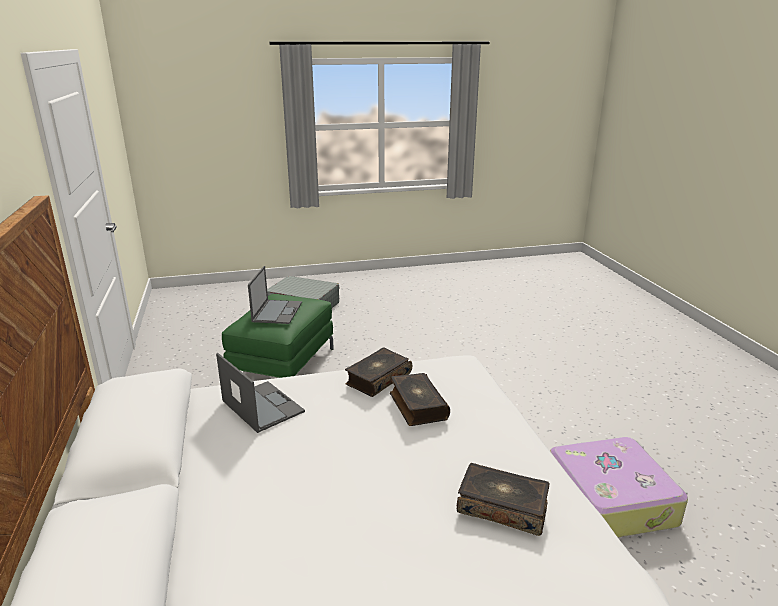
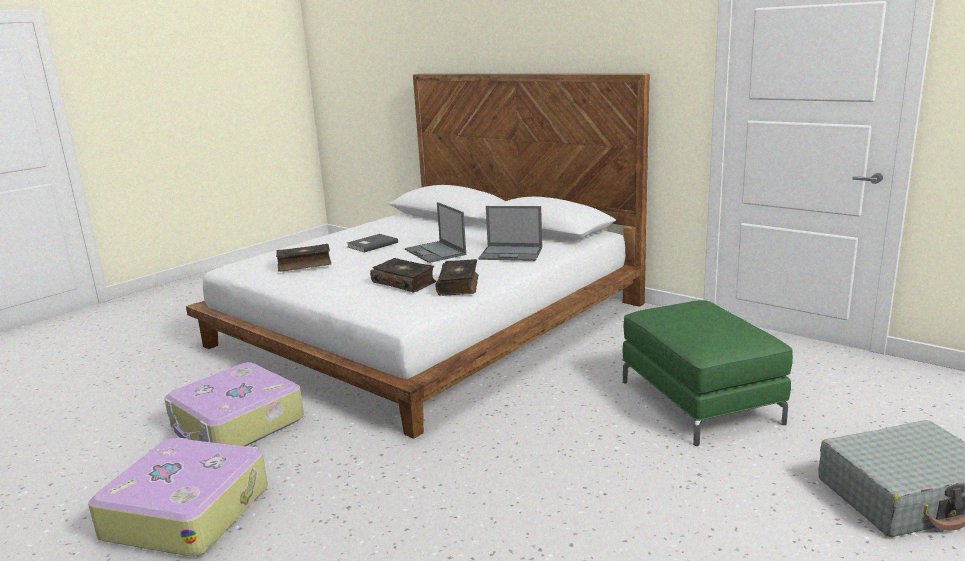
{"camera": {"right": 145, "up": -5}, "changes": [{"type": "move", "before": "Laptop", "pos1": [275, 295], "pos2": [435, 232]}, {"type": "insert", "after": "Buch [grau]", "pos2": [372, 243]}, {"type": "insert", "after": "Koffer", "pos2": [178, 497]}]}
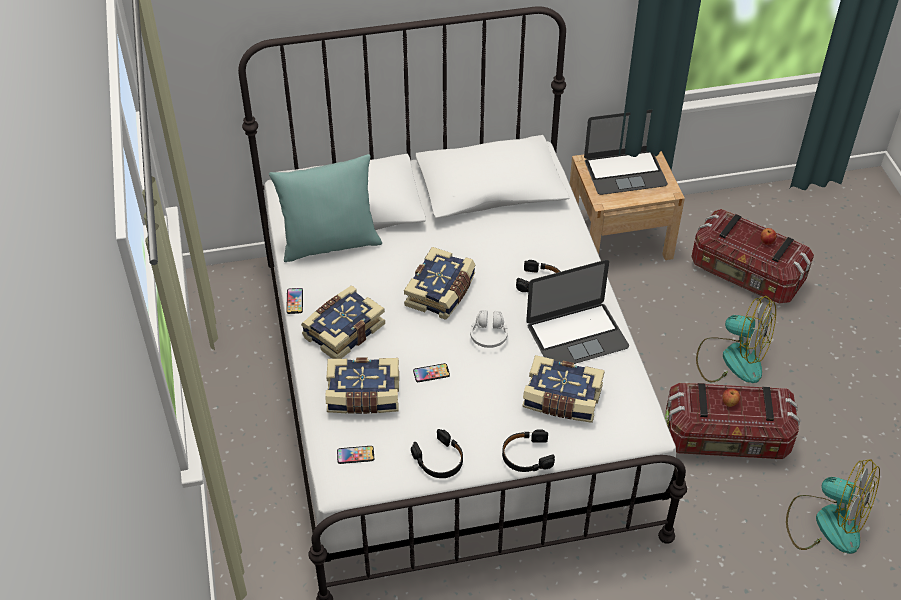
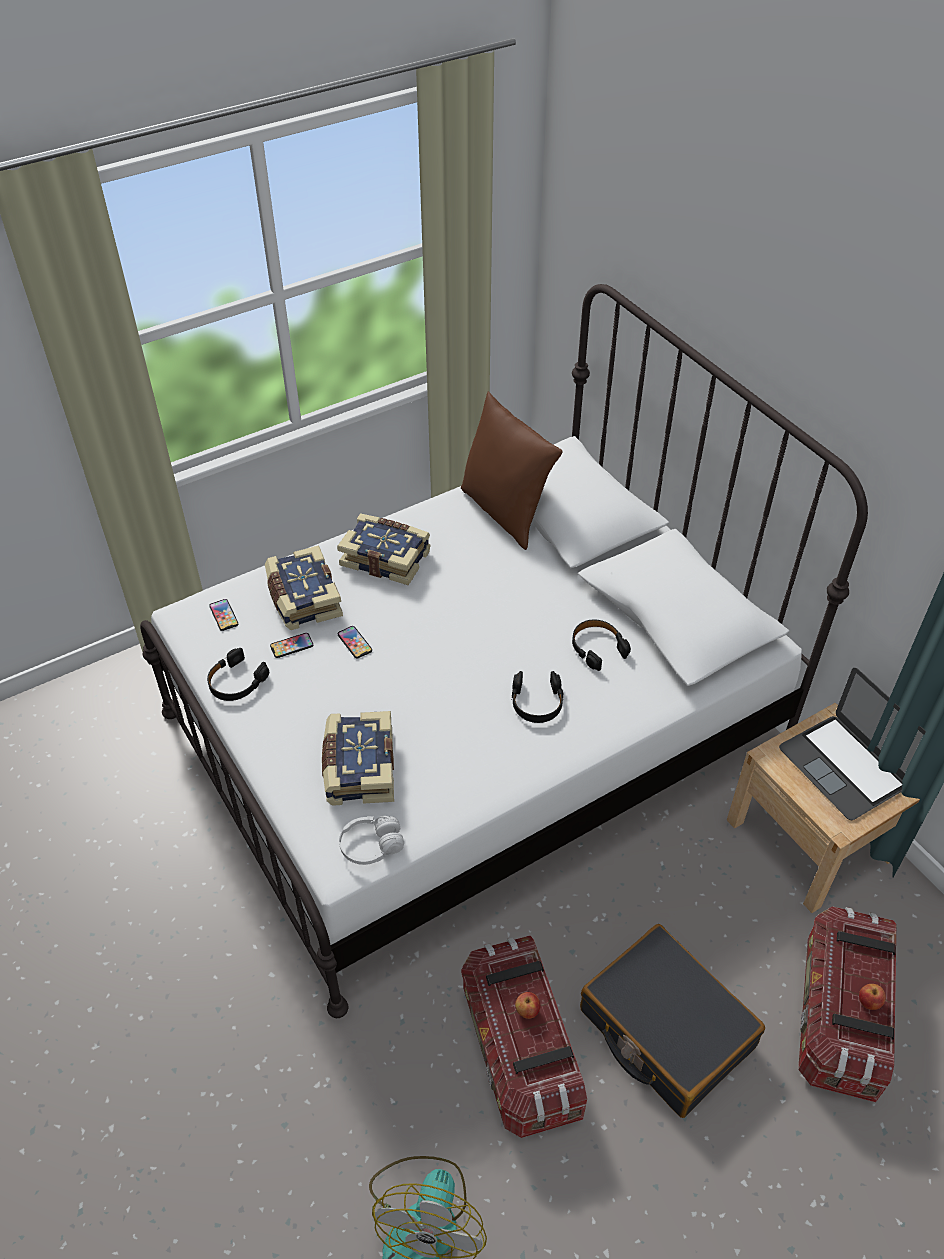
{"camera": {"right": 70, "up": 0}, "changes": [{"type": "recolor", "before": "Kissen [türkis]", "after": "Kissen [braun]", "pos1": [325, 208], "pos2": [512, 470]}, {"type": "delete", "before": "Buch", "pos1": [440, 283]}, {"type": "delete", "before": "Laptop", "pos1": [577, 312]}, {"type": "move", "before": "Handy", "pos1": [294, 301], "pos2": [291, 645]}, {"type": "replace", "before": "Ventilator", "after": "Koffer [schwarz]", "pos1": [736, 339], "pos2": [672, 1021]}, {"type": "move", "before": "Kopfhörer [weiß]", "pos1": [489, 329], "pos2": [371, 840]}, {"type": "move", "before": "Kopfhörer [schwarz]", "pos1": [528, 450], "pos2": [601, 645]}]}
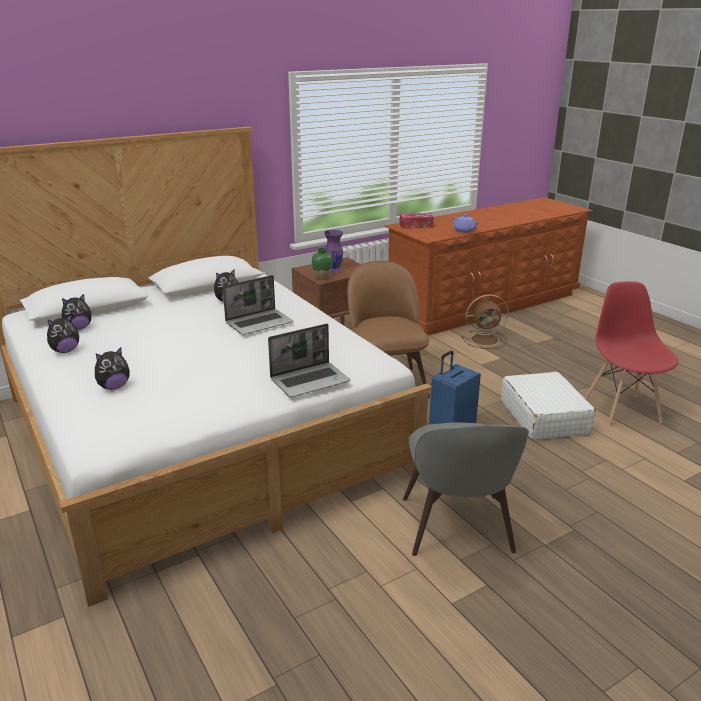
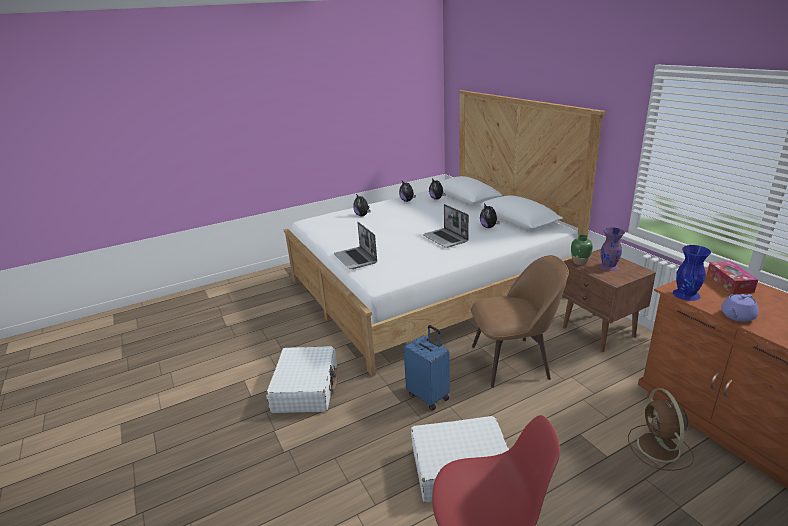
{"camera": {"right": 95, "up": 0}, "changes": [{"type": "replace", "before": "Stuhl [grau]", "after": "Koffer [weiß]", "pos1": [466, 489], "pos2": [302, 379]}, {"type": "insert", "after": "Vase [blau]", "pos2": [692, 273]}]}
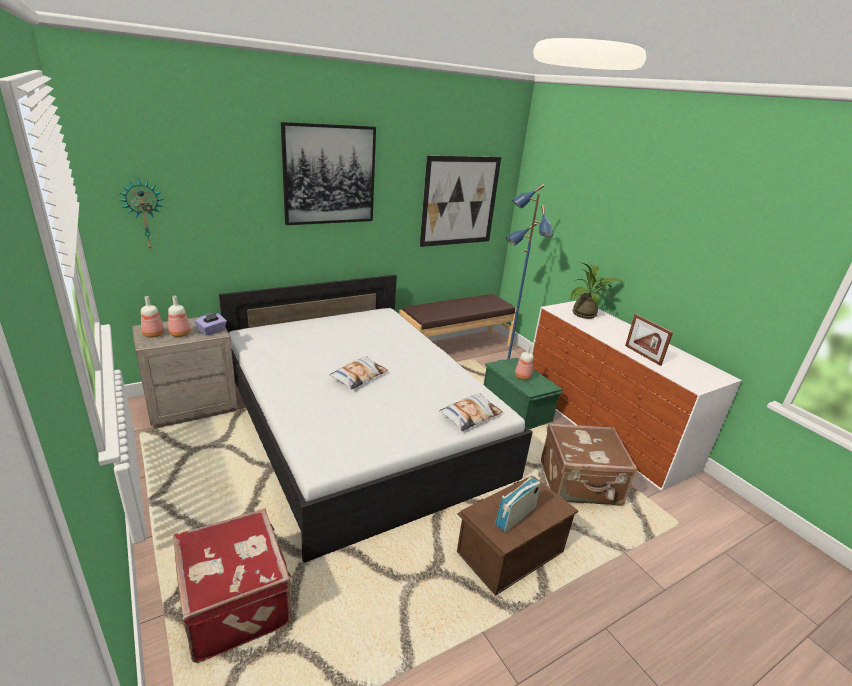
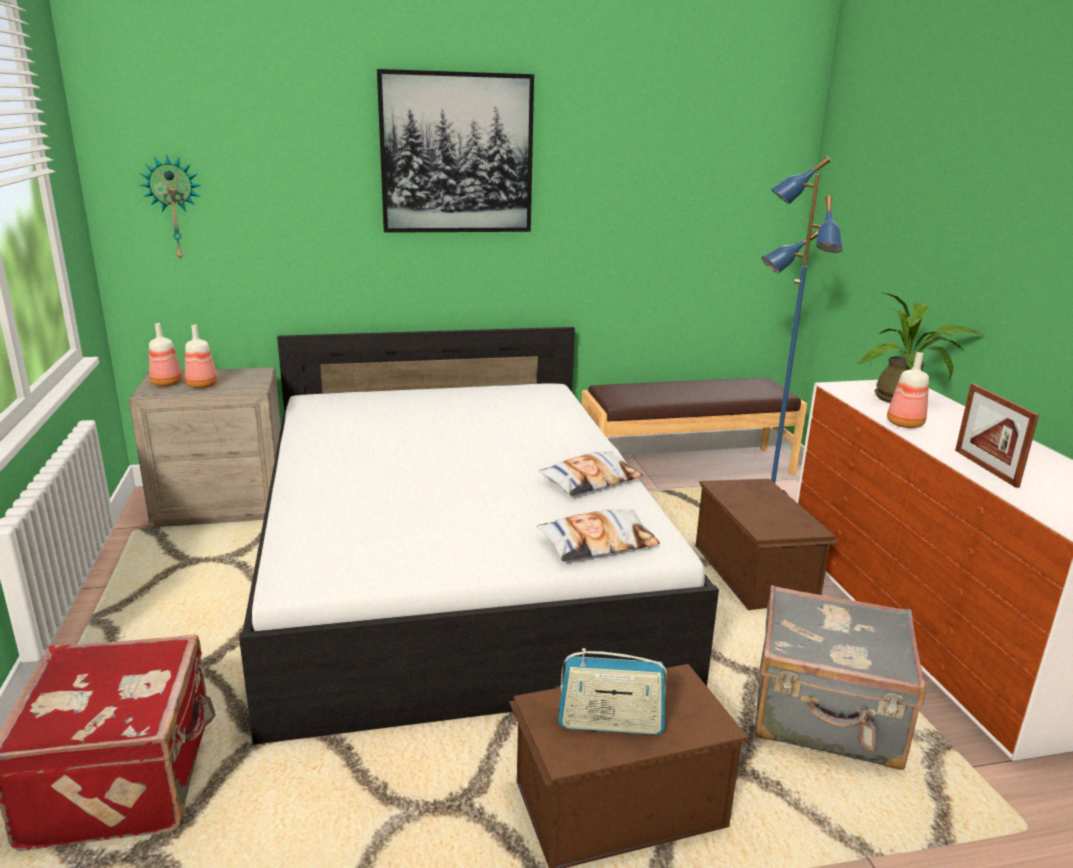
{"camera": {"right": 20, "up": -5}, "changes": [{"type": "delete", "before": "Bild", "pos1": [460, 201]}, {"type": "delete", "before": "Taschentuchbox [lila]", "pos1": [211, 324]}, {"type": "move", "before": "Flasche", "pos1": [524, 362], "pos2": [908, 390]}, {"type": "move", "before": "Kissen", "pos1": [358, 372], "pos2": [591, 474]}, {"type": "recolor", "before": "Aufbewahrungsbox [grün]", "after": "Aufbewahrungsbox [braun]", "pos1": [524, 393], "pos2": [767, 544]}, {"type": "recolor", "before": "Koffer [braun]", "after": "Koffer [grau]", "pos1": [589, 464], "pos2": [840, 677]}, {"type": "rotate", "before": "Radio", "pos1": [518, 503], "pos2": [612, 691], "turn": -150}]}
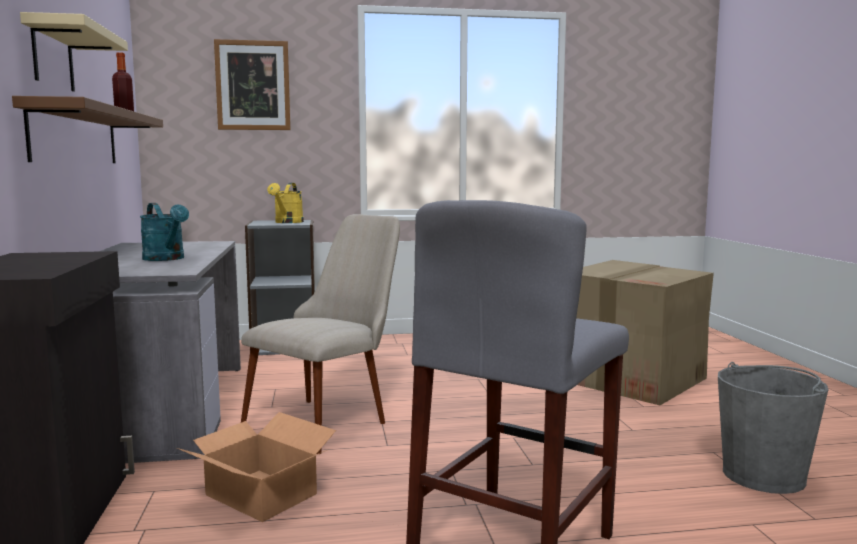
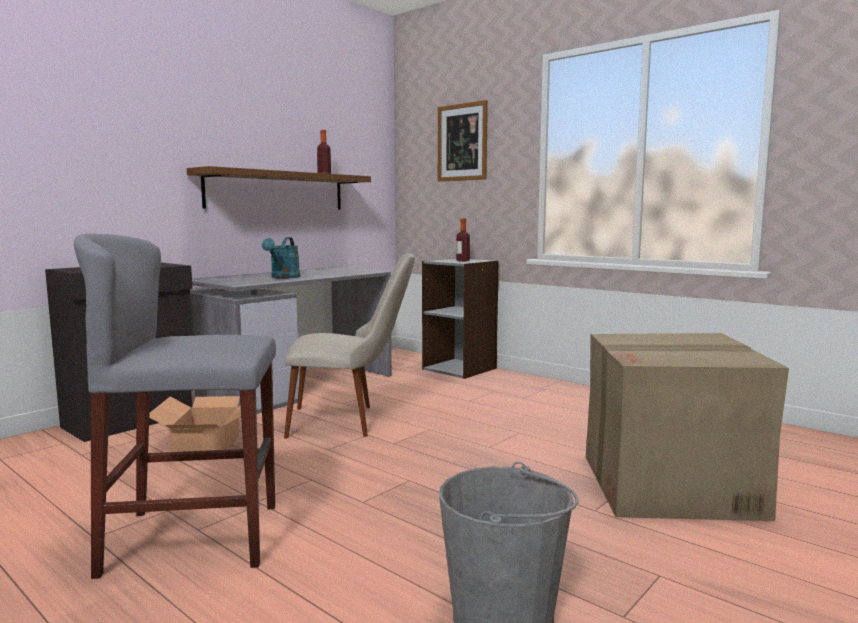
{"camera": {"right": 50, "up": 0}, "changes": [{"type": "delete", "before": "Wandregal [beige]", "pos1": [74, 51]}, {"type": "replace", "before": "Gießkanne [gelb]", "after": "Flasche", "pos1": [285, 203], "pos2": [463, 239]}]}
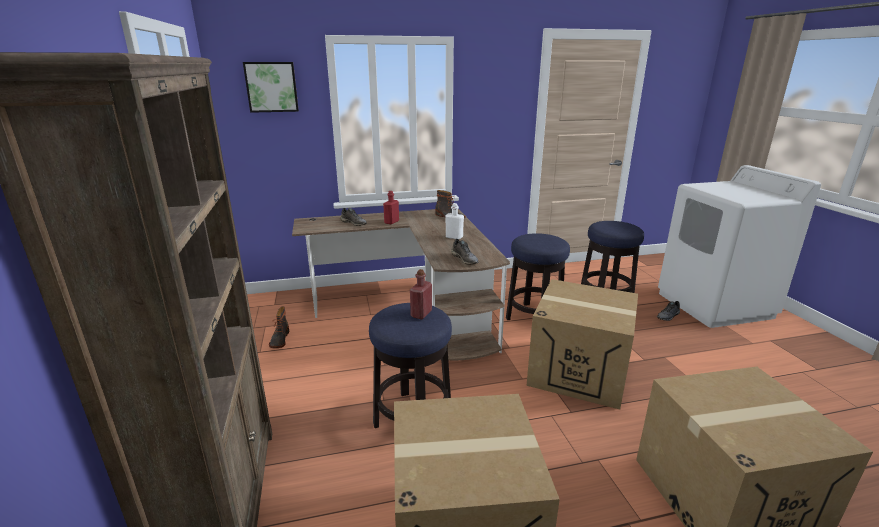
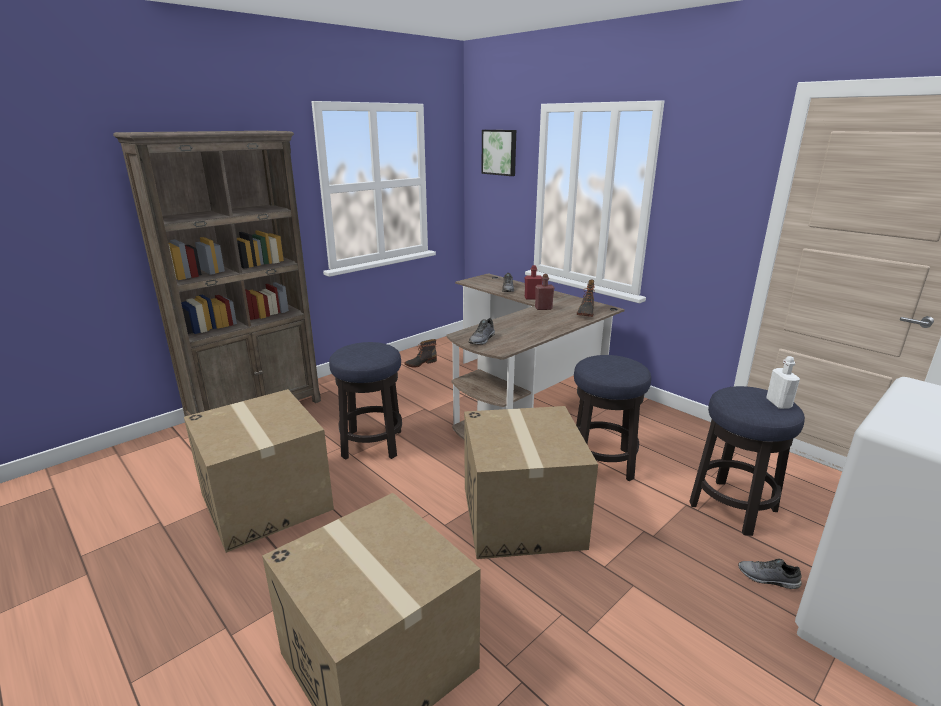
{"camera": {"right": 60, "up": 0}, "changes": [{"type": "move", "before": "Flasche [weiß]", "pos1": [454, 221], "pos2": [783, 382]}, {"type": "move", "before": "Flasche [rot]", "pos1": [421, 294], "pos2": [545, 292]}]}
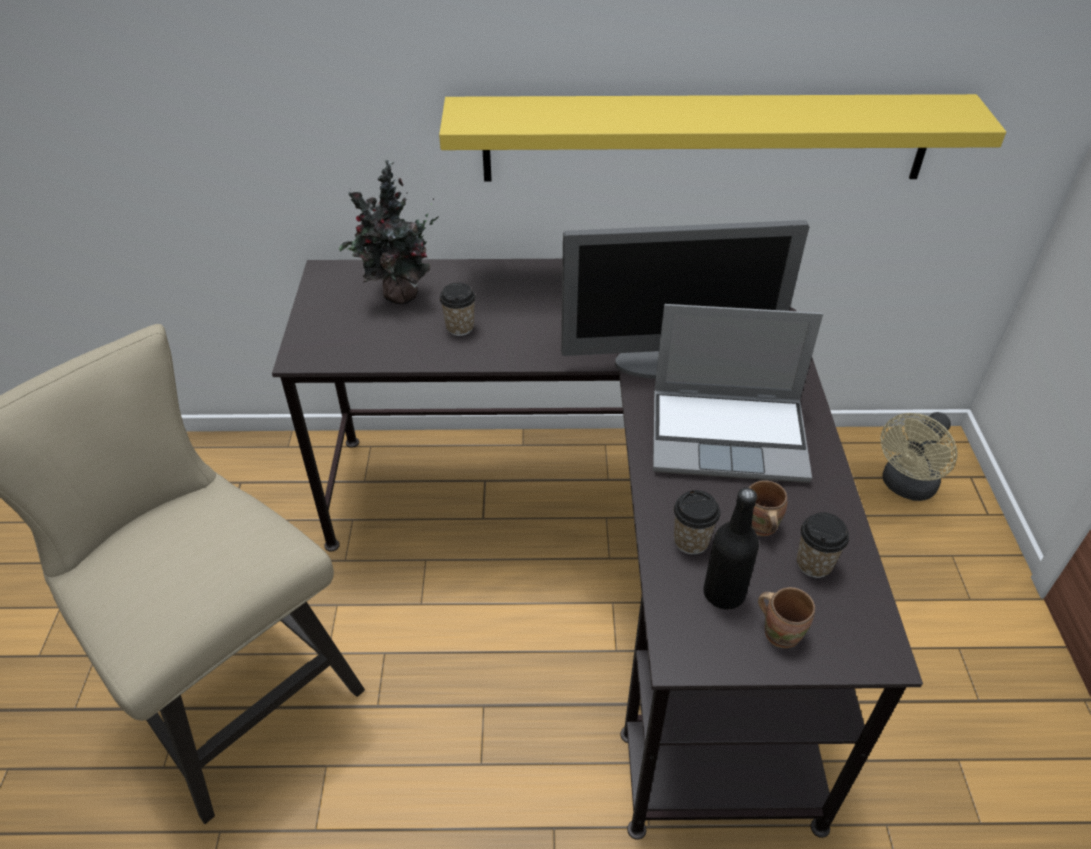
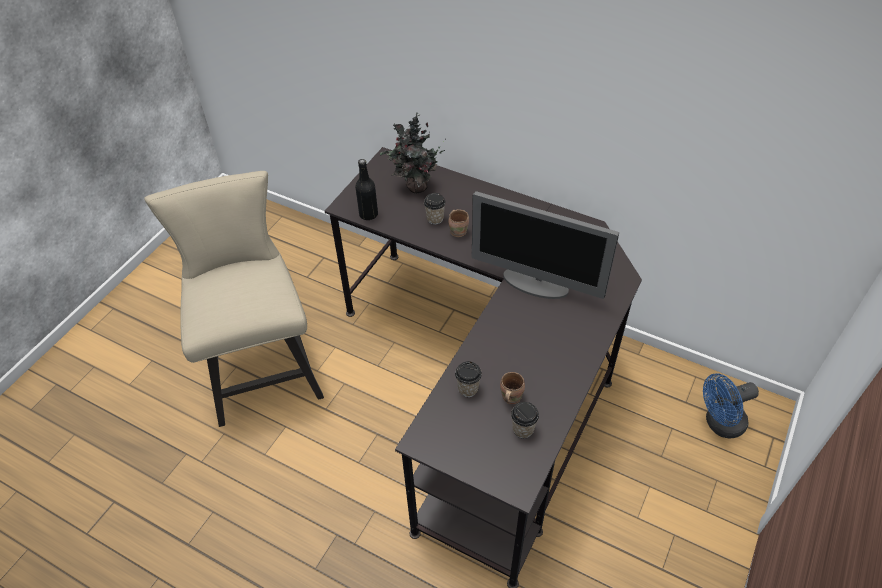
{"camera": {"right": 30, "up": 5}, "changes": [{"type": "delete", "before": "Wandregal [gelb]", "pos1": [722, 138]}, {"type": "delete", "before": "Laptop", "pos1": [738, 393]}, {"type": "recolor", "before": "Ventilator [beige]", "after": "Ventilator [blau]", "pos1": [919, 456], "pos2": [731, 406]}, {"type": "move", "before": "Flasche [schwarz]", "pos1": [731, 548], "pos2": [366, 189]}, {"type": "move", "before": "Henkelbecher [braun]", "pos1": [786, 617], "pos2": [459, 223]}]}
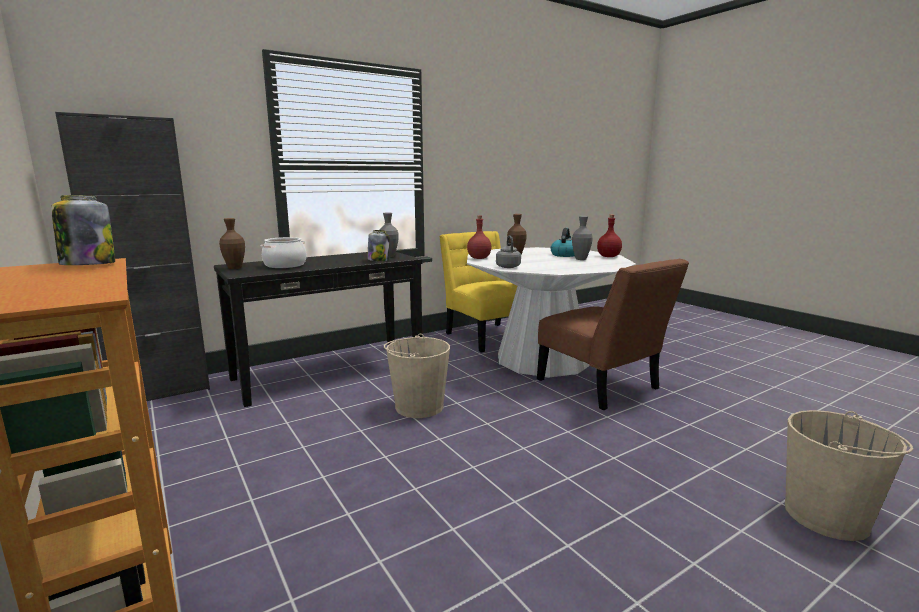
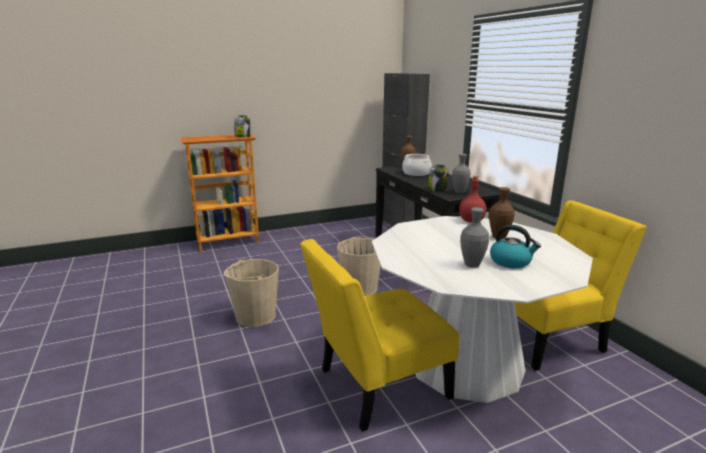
{"camera": {"right": 100, "up": 5}, "changes": [{"type": "delete", "before": "Flasche [rot]", "pos1": [609, 236]}, {"type": "delete", "before": "Wasserkessel [grau]", "pos1": [508, 252]}, {"type": "recolor", "before": "Stuhl [braun]", "after": "Stuhl [gelb]", "pos1": [613, 334], "pos2": [379, 335]}, {"type": "move", "before": "Eimer [beige]", "pos1": [849, 475], "pos2": [251, 292]}]}
